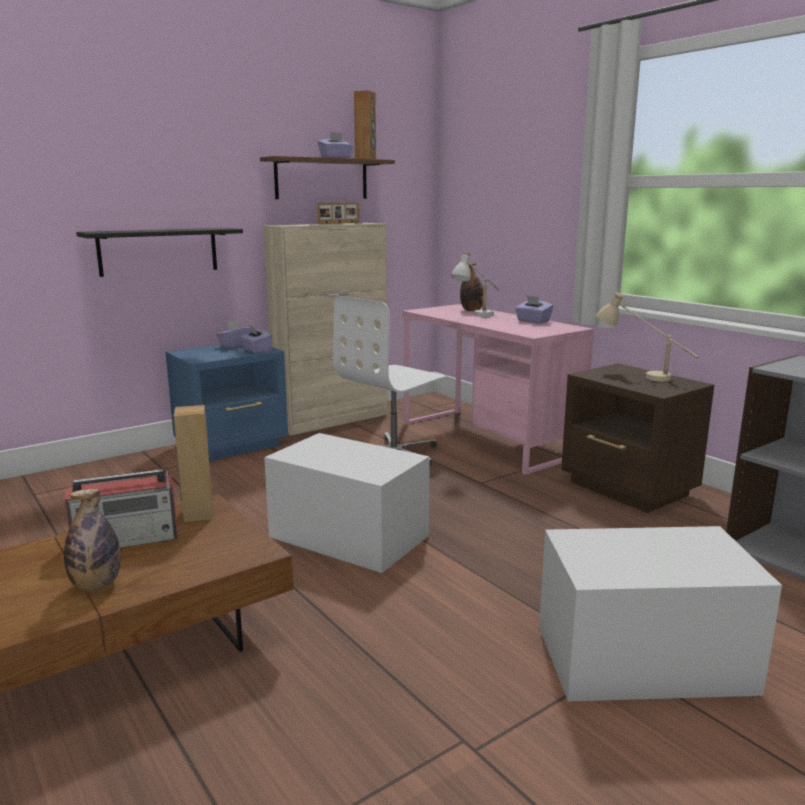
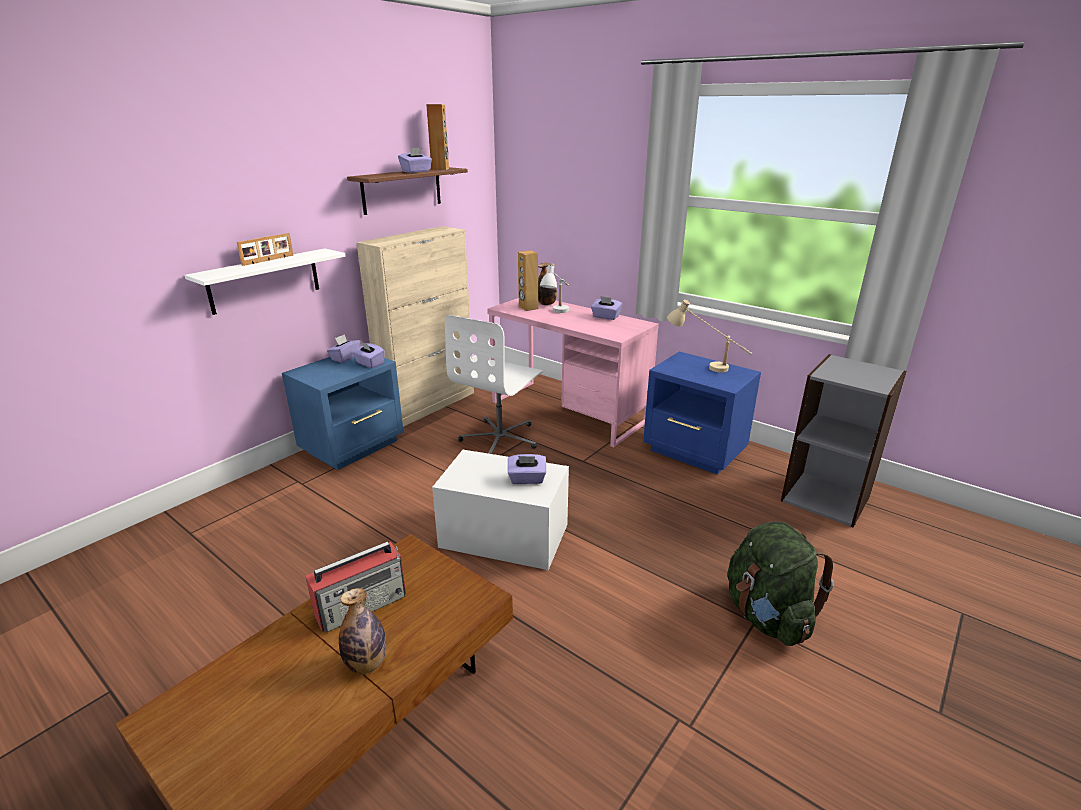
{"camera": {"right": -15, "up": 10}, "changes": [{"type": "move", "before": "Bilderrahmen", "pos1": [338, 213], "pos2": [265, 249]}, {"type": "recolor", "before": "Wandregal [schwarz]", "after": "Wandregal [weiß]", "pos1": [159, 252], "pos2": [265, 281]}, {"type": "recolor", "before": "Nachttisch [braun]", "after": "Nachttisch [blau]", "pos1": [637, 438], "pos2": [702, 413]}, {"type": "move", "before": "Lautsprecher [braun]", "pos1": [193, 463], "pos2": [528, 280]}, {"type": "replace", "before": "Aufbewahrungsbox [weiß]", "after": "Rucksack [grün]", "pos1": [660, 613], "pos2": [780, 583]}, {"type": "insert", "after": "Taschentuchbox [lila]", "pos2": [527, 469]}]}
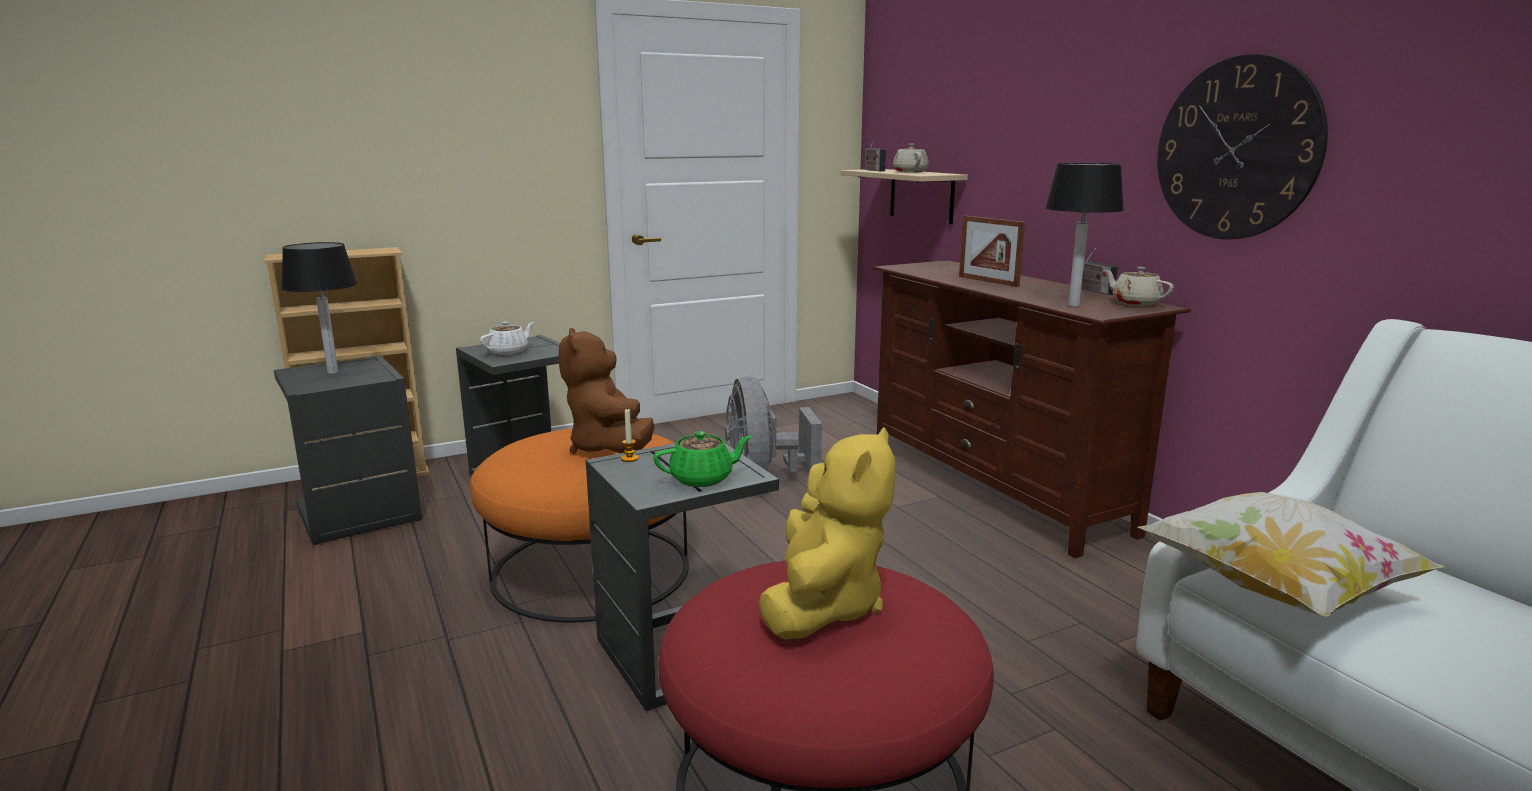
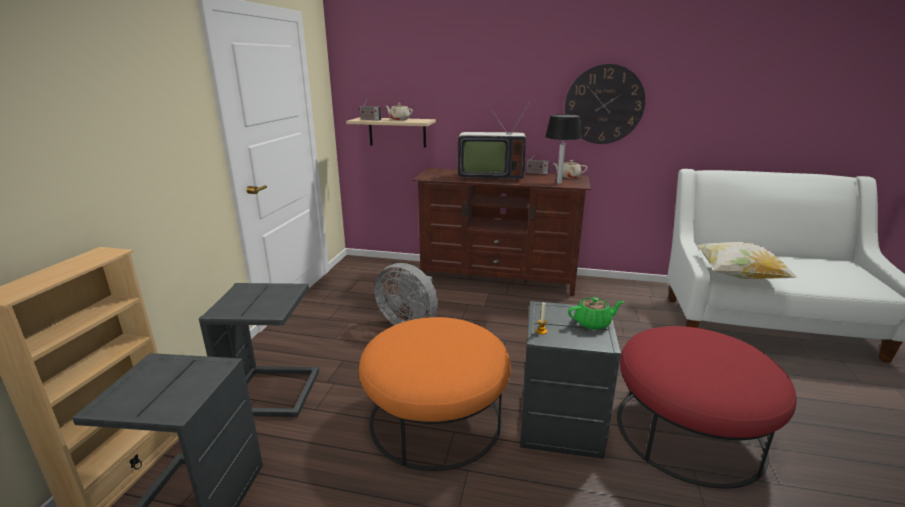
{"camera": {"right": -50, "up": 5}, "changes": [{"type": "replace", "before": "Bilderrahmen", "after": "Fernseher", "pos1": [992, 251], "pos2": [494, 141]}, {"type": "delete", "before": "Tischlampe", "pos1": [319, 308]}, {"type": "delete", "before": "Teekanne [weiß]", "pos1": [507, 338]}, {"type": "delete", "before": "Plüschtier [braun]", "pos1": [606, 391]}, {"type": "delete", "before": "Plüschtier [gelb]", "pos1": [827, 533]}, {"type": "rotate", "before": "Teekanne [grün]", "pos1": [702, 459], "pos2": [596, 313], "turn": 60}]}
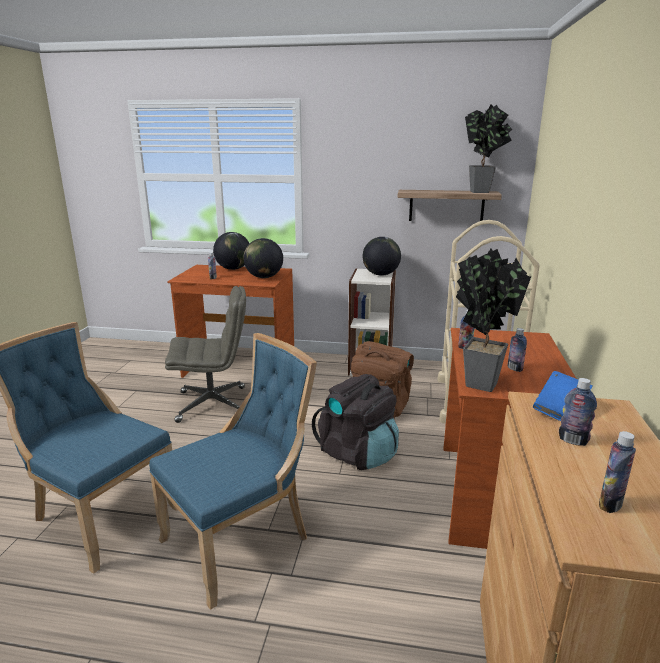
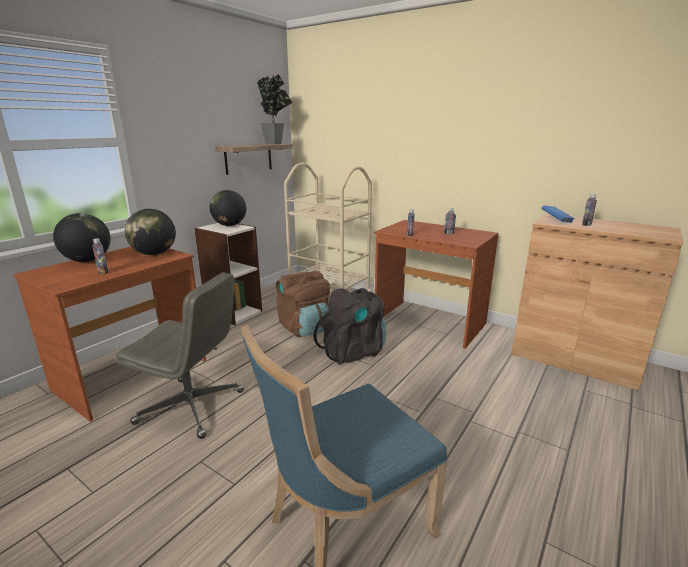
{"camera": {"right": -65, "up": 0}, "changes": [{"type": "delete", "before": "Topfpflanze", "pos1": [493, 320]}, {"type": "rotate", "before": "Bürostuhl [grau]", "pos1": [205, 354], "pos2": [180, 355], "turn": 90}, {"type": "delete", "before": "Stuhl [blau]", "pos1": [233, 471]}, {"type": "delete", "before": "Flasche", "pos1": [617, 472]}]}
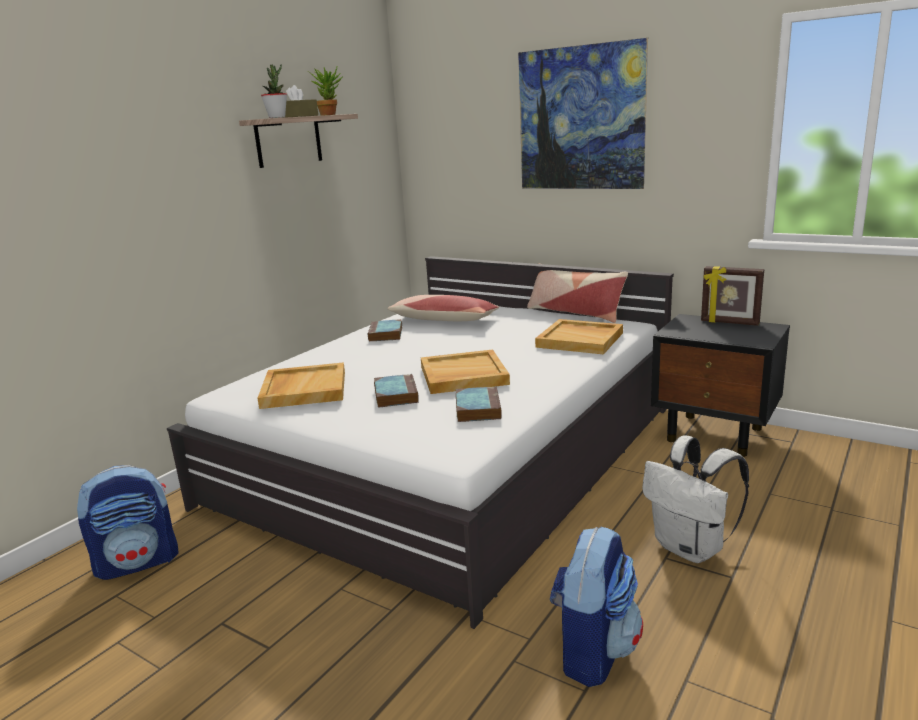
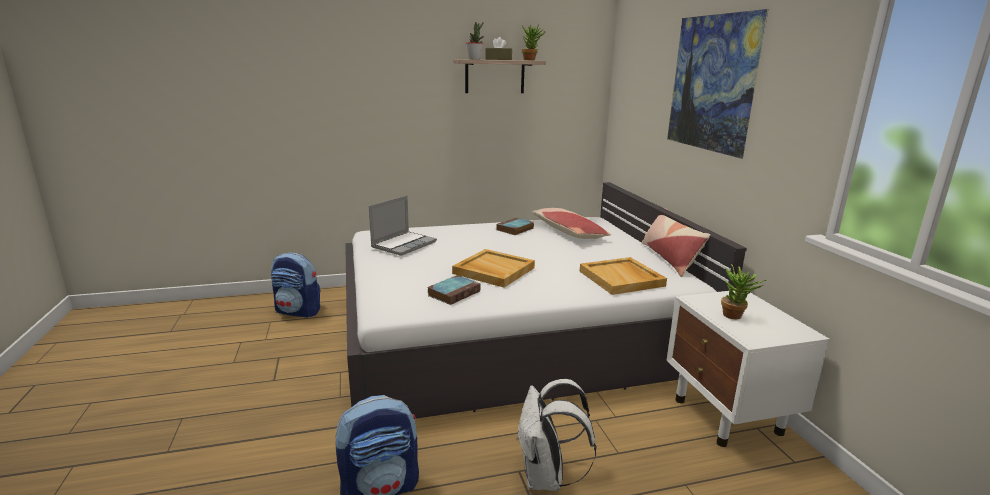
{"camera": {"right": 40, "up": 0}, "changes": [{"type": "delete", "before": "Bilderrahmen", "pos1": [732, 296]}, {"type": "recolor", "before": "Nachttisch [schwarz]", "after": "Nachttisch [weiß]", "pos1": [720, 385], "pos2": [748, 368]}, {"type": "replace", "before": "Tablett [beige]", "after": "Laptop", "pos1": [301, 385], "pos2": [403, 226]}, {"type": "delete", "before": "Buch", "pos1": [396, 391]}, {"type": "insert", "after": "Topfpflanze", "pos2": [743, 291]}]}
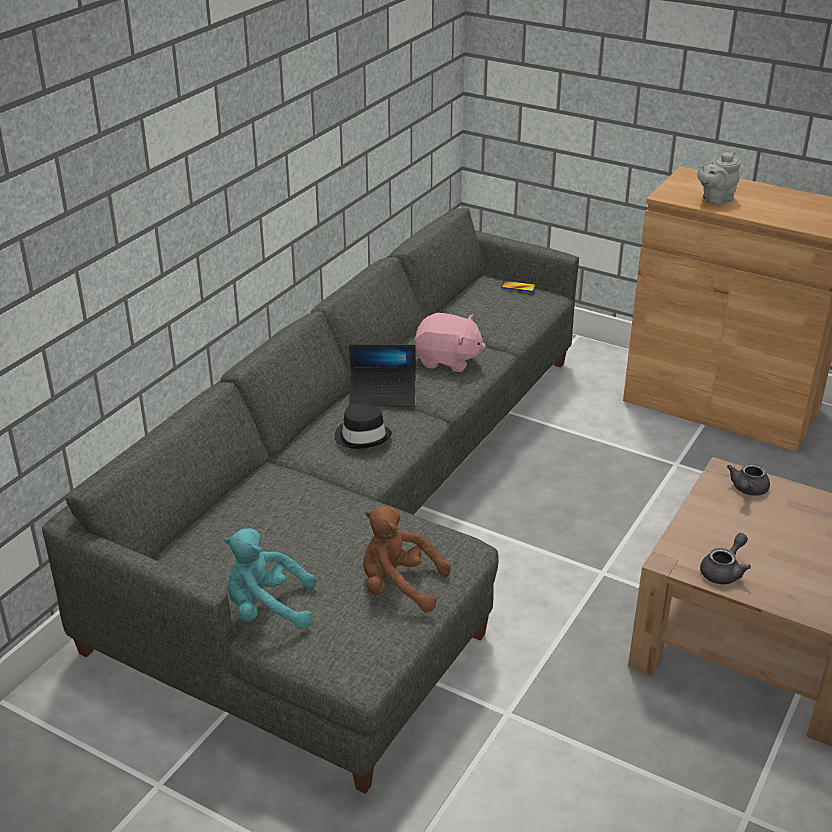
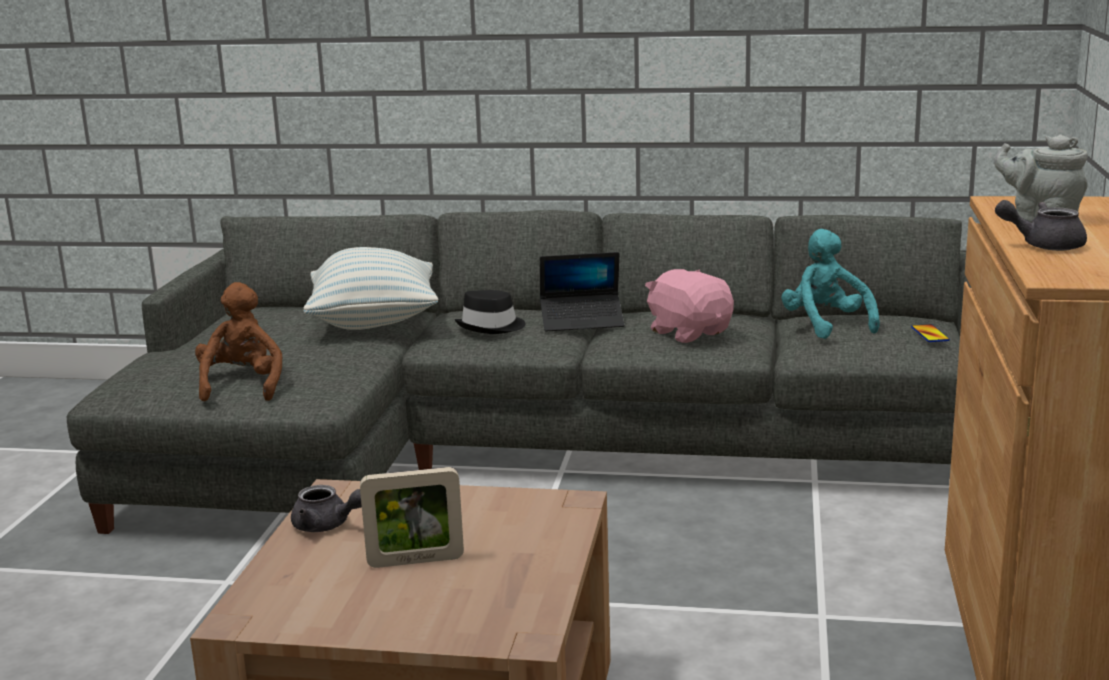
{"camera": {"right": 70, "up": -15}, "changes": [{"type": "rotate", "before": "Plüschtier [rosa]", "pos1": [450, 342], "pos2": [689, 306], "turn": 150}, {"type": "rotate", "before": "Laptop", "pos1": [382, 375], "pos2": [582, 291], "turn": -75}, {"type": "move", "before": "Teekanne [grau]", "pos1": [748, 479], "pos2": [1041, 225]}, {"type": "move", "before": "Plüschtier [türkis]", "pos1": [270, 578], "pos2": [830, 284]}, {"type": "insert", "after": "Kissen", "pos2": [370, 288]}, {"type": "insert", "after": "Bilderrahmen", "pos2": [412, 517]}]}
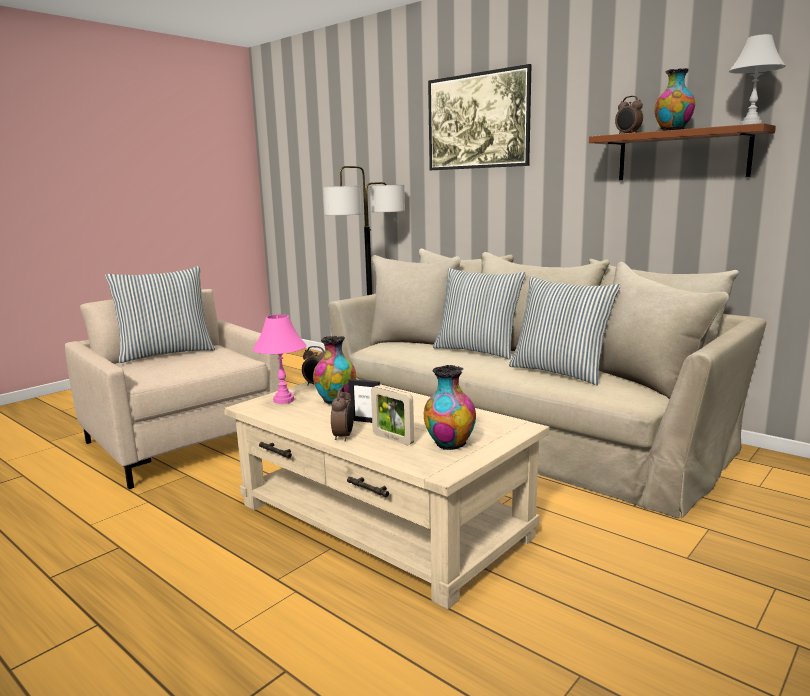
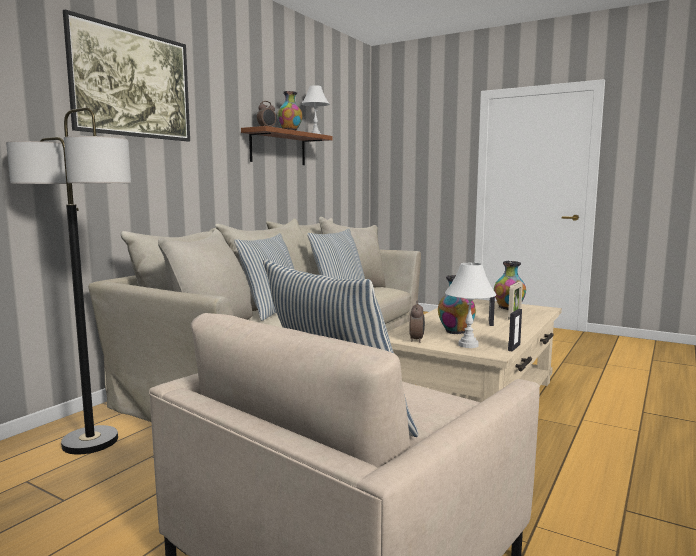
{"camera": {"right": -100, "up": -5}, "changes": [{"type": "recolor", "before": "Tischlampe [rosa]", "after": "Tischlampe [weiß]", "pos1": [279, 359], "pos2": [470, 305]}, {"type": "delete", "before": "Wecker", "pos1": [342, 414]}, {"type": "insert", "after": "Bilderrahmen", "pos2": [515, 330]}]}
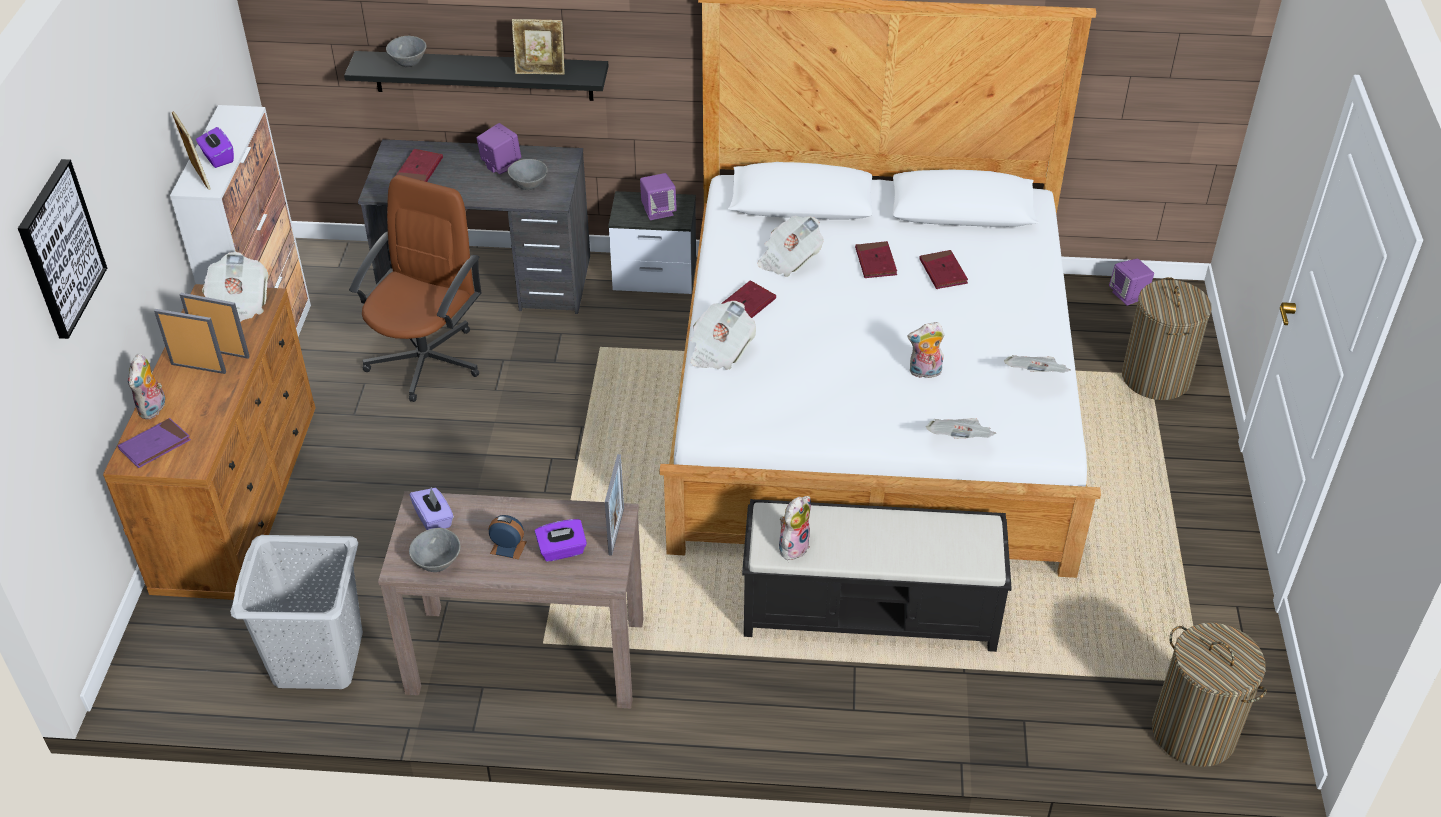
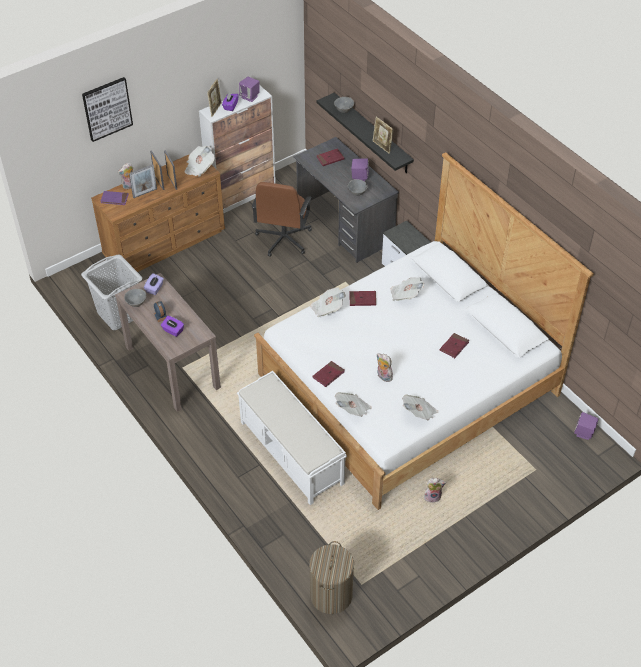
{"camera": {"right": 50, "up": 5}, "changes": [{"type": "move", "before": "Lautsprecher [lila]", "pos1": [658, 196], "pos2": [249, 89]}, {"type": "rotate", "before": "Bürostuhl [braun]", "pos1": [415, 288], "pos2": [282, 219], "turn": 120}, {"type": "move", "before": "Buch [rot]", "pos1": [876, 259], "pos2": [328, 374]}, {"type": "delete", "before": "Wäschekorb", "pos1": [1167, 338]}, {"type": "move", "before": "Bilderrahmen", "pos1": [614, 505], "pos2": [143, 181]}, {"type": "move", "before": "Plüschtier", "pos1": [795, 528], "pos2": [435, 490]}, {"type": "recolor", "before": "Bank [schwarz]", "after": "Bank [weiß]", "pos1": [877, 575], "pos2": [292, 438]}]}
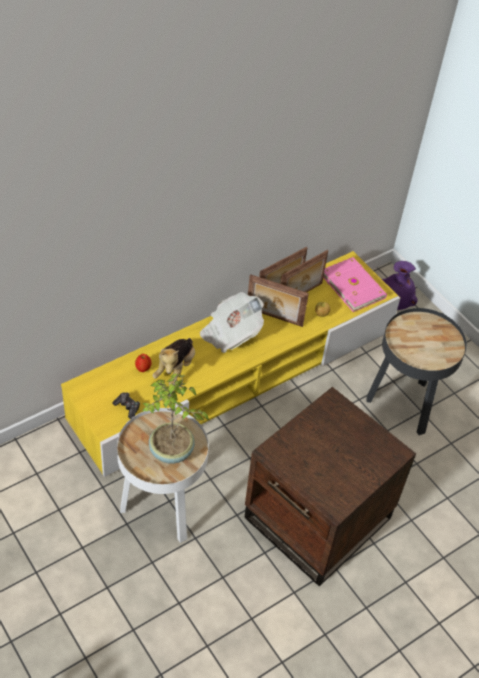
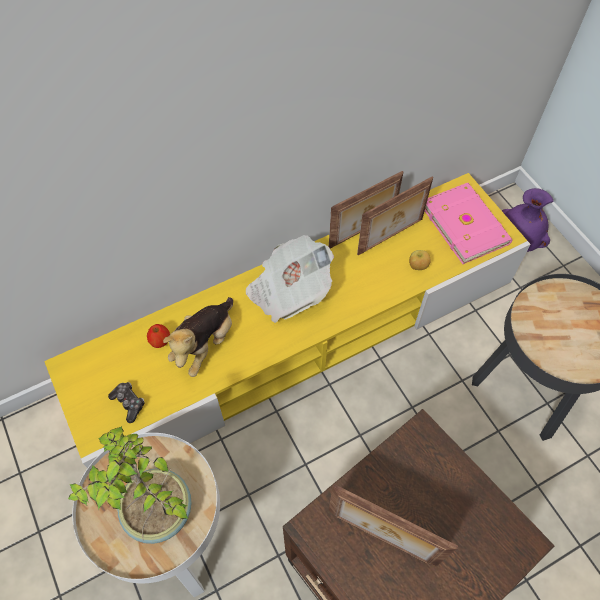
{"camera": {"right": 10, "up": 10}, "changes": [{"type": "move", "before": "Bilderrahmen", "pos1": [278, 300], "pos2": [393, 525]}]}
